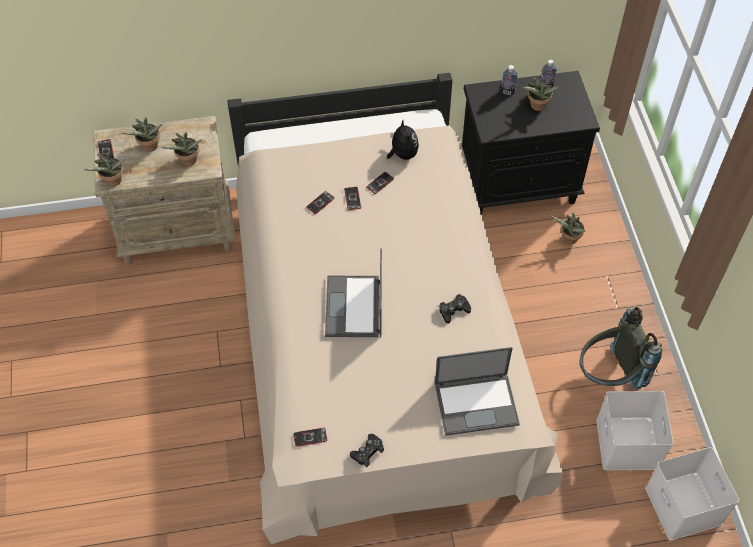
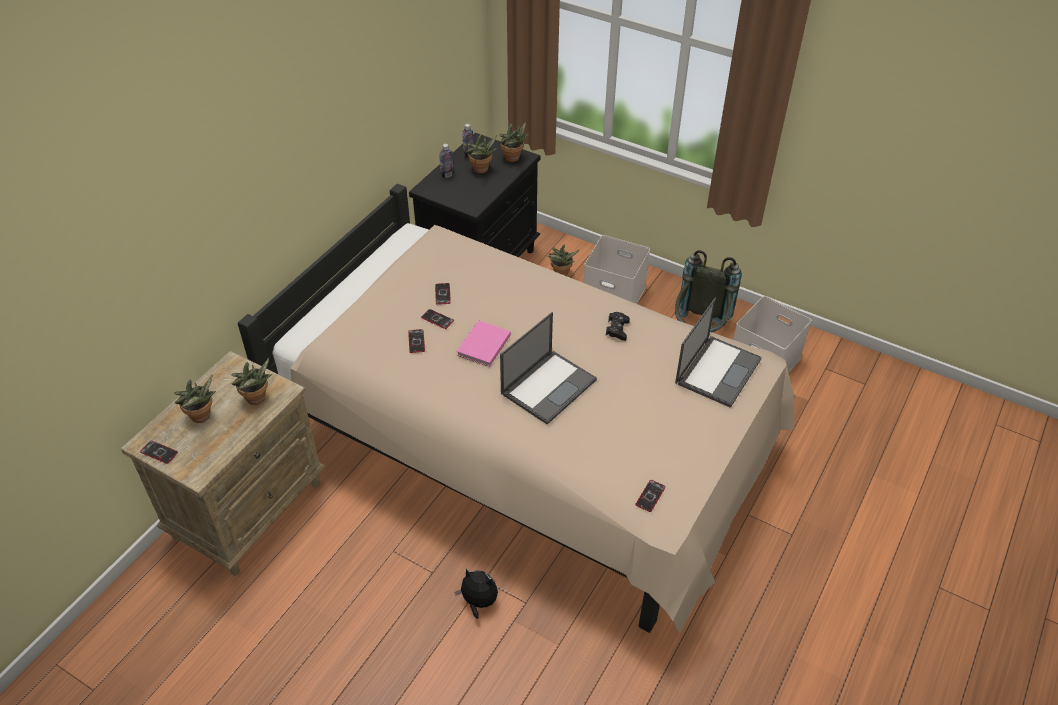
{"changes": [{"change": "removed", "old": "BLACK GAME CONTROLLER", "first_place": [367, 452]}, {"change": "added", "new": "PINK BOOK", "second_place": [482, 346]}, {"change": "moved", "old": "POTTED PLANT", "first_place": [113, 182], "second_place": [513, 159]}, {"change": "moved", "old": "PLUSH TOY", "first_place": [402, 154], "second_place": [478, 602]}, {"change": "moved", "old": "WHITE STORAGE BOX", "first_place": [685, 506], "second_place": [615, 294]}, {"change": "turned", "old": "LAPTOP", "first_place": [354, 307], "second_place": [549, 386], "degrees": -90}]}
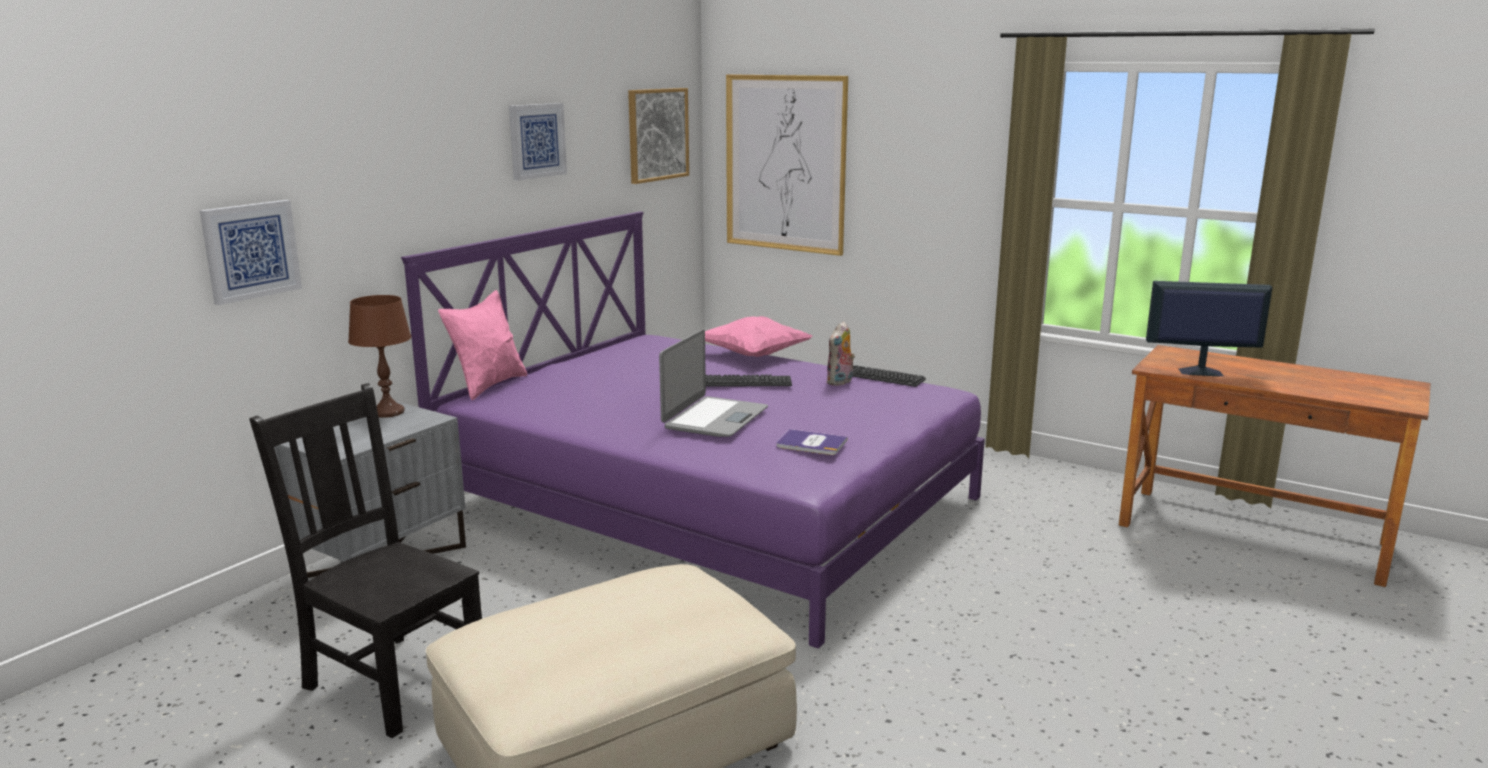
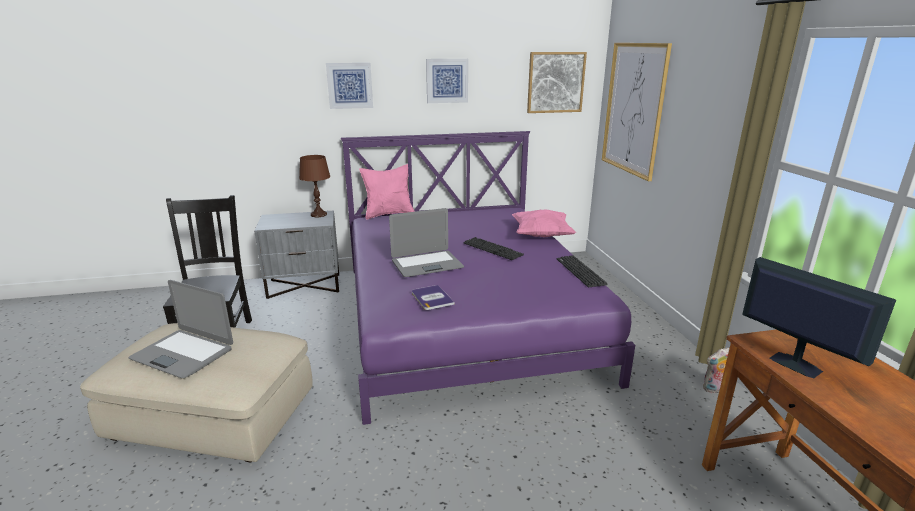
{"changes": [{"change": "added", "new": "LAPTOP", "second_place": [183, 353]}, {"change": "moved", "old": "PICTURE", "first_place": [251, 250], "second_place": [349, 85]}, {"change": "moved", "old": "PLUSH TOY", "first_place": [840, 382], "second_place": [714, 389]}]}
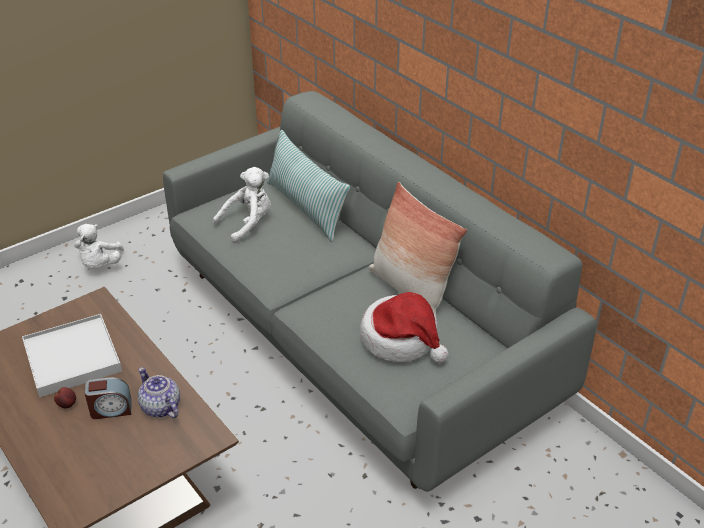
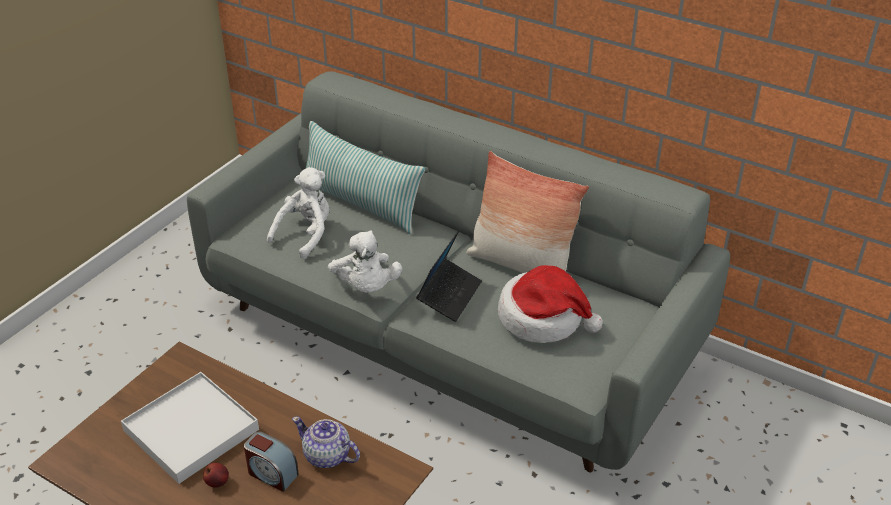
{"changes": [{"change": "added", "new": "LAPTOP", "second_place": [449, 295]}, {"change": "moved", "old": "WHITE PLUSH TOY", "first_place": [100, 265], "second_place": [366, 287]}, {"change": "turned", "old": "ALARM CLOCK", "first_place": [111, 409], "second_place": [272, 474], "degrees": 60}]}
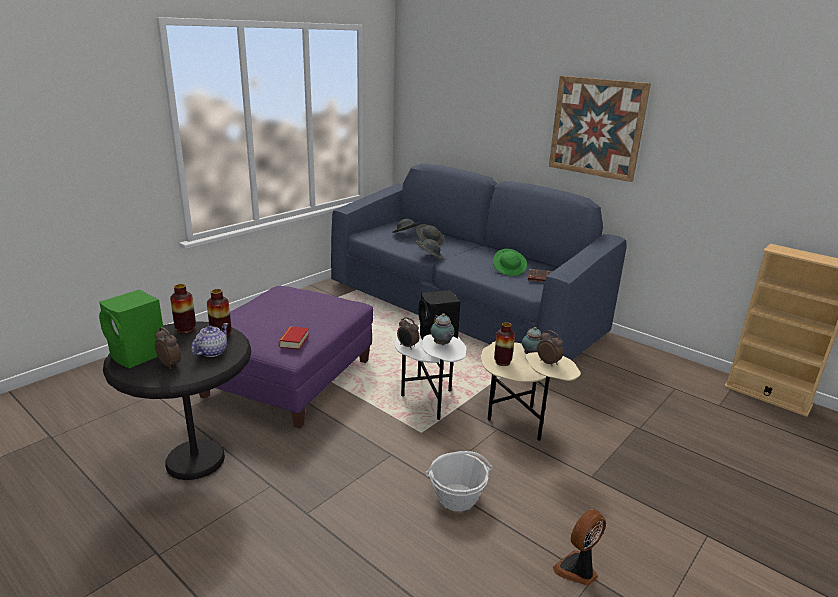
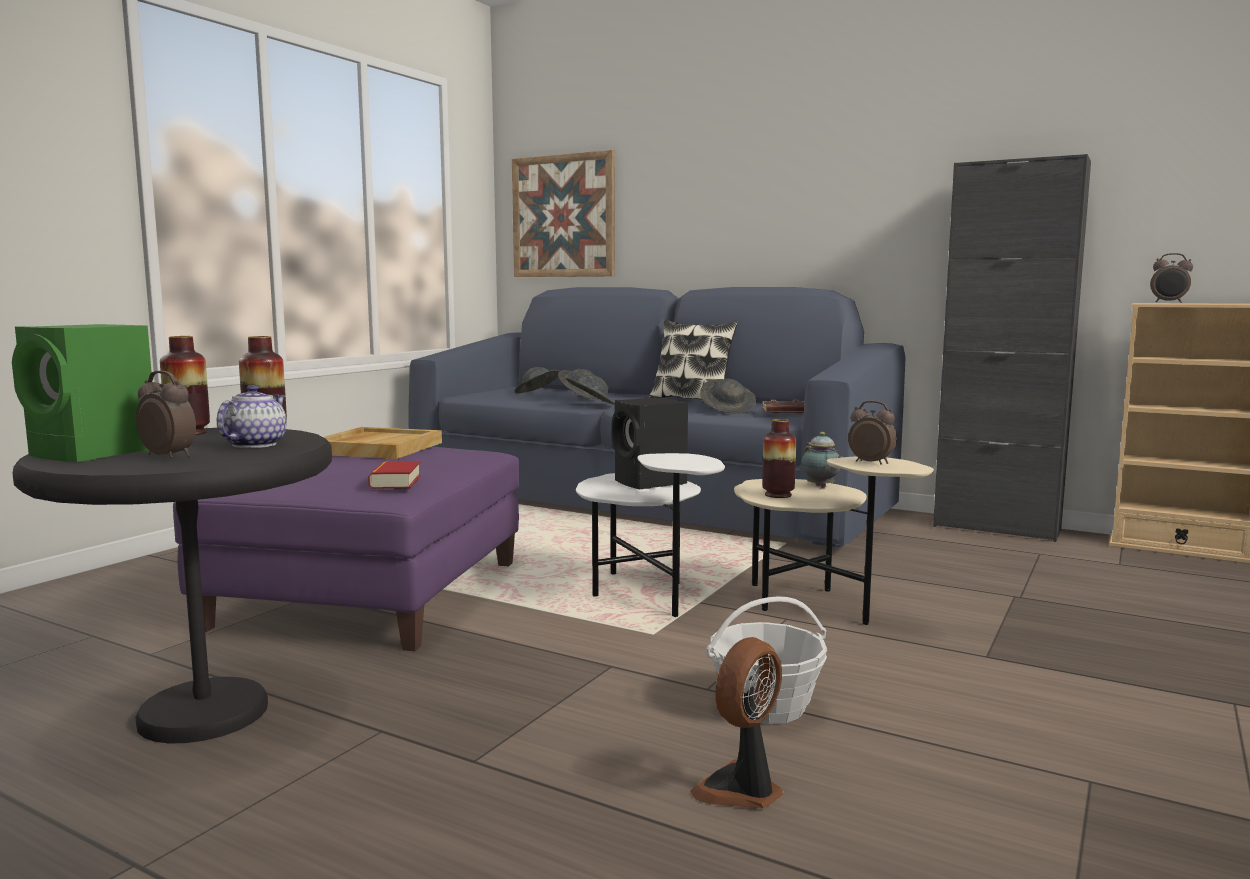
{"changes": [{"change": "removed", "old": "TEAPOT", "first_place": [442, 344]}, {"change": "added", "new": "BEIGE TRAY", "second_place": [377, 448]}, {"change": "added", "new": "PILLOW", "second_place": [692, 400]}, {"change": "added", "new": "BLACK CABINET", "second_place": [996, 528]}, {"change": "moved", "old": "ALARM CLOCK", "first_place": [407, 346], "second_place": [1168, 302]}, {"change": "moved", "old": "PICTURE", "first_place": [596, 127], "second_place": [563, 216]}, {"change": "moved", "old": "FAN", "first_place": [578, 570], "second_place": [742, 790]}, {"change": "recoloured", "old": "GREEN HAT", "new": "GREY HAT", "first_place": [509, 270], "second_place": [728, 410]}]}
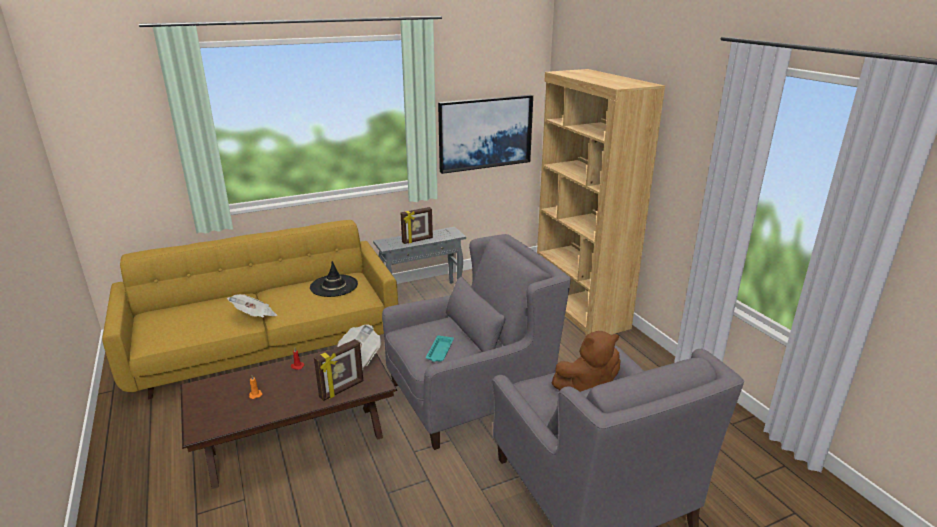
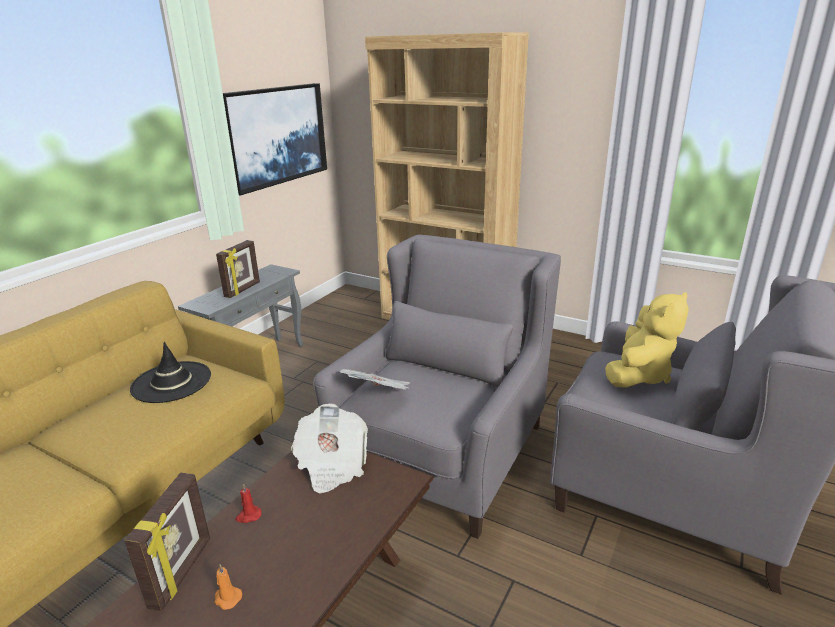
{"changes": [{"change": "removed", "old": "TURQUOISE TRAY", "first_place": [439, 351]}, {"change": "moved", "old": "NEWSPAPER", "first_place": [255, 316], "second_place": [379, 395]}, {"change": "moved", "old": "PICTURE FRAME", "first_place": [342, 390], "second_place": [182, 572]}, {"change": "recoloured", "old": "BROWN PLUSH TOY", "new": "YELLOW PLUSH TOY", "first_place": [587, 388], "second_place": [639, 375]}]}
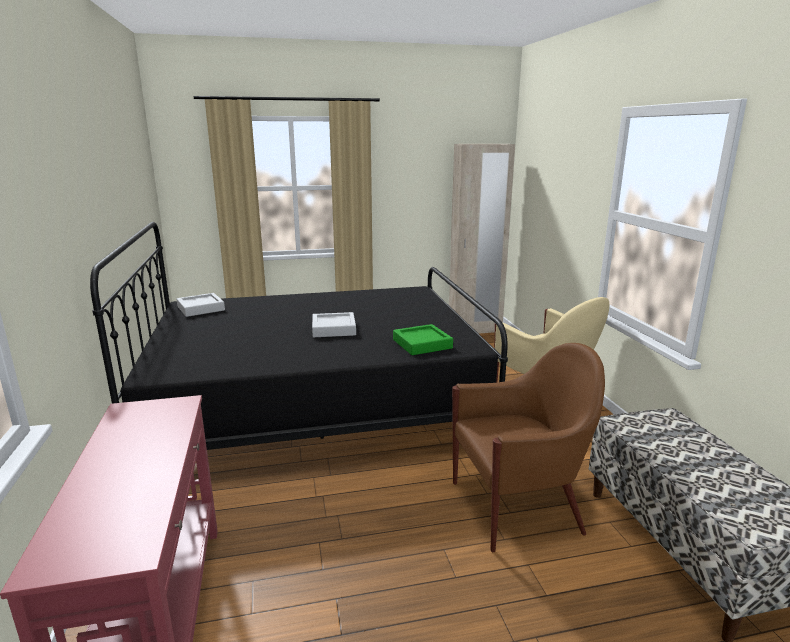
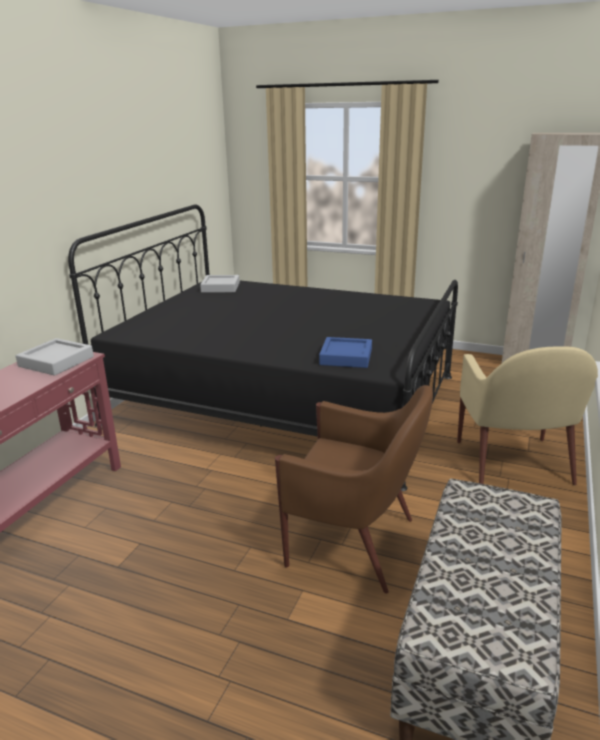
{"changes": [{"change": "moved", "old": "GREY TRAY", "first_place": [334, 329], "second_place": [56, 361]}, {"change": "recoloured", "old": "GREEN TRAY", "new": "BLUE TRAY", "first_place": [422, 344], "second_place": [346, 357]}]}
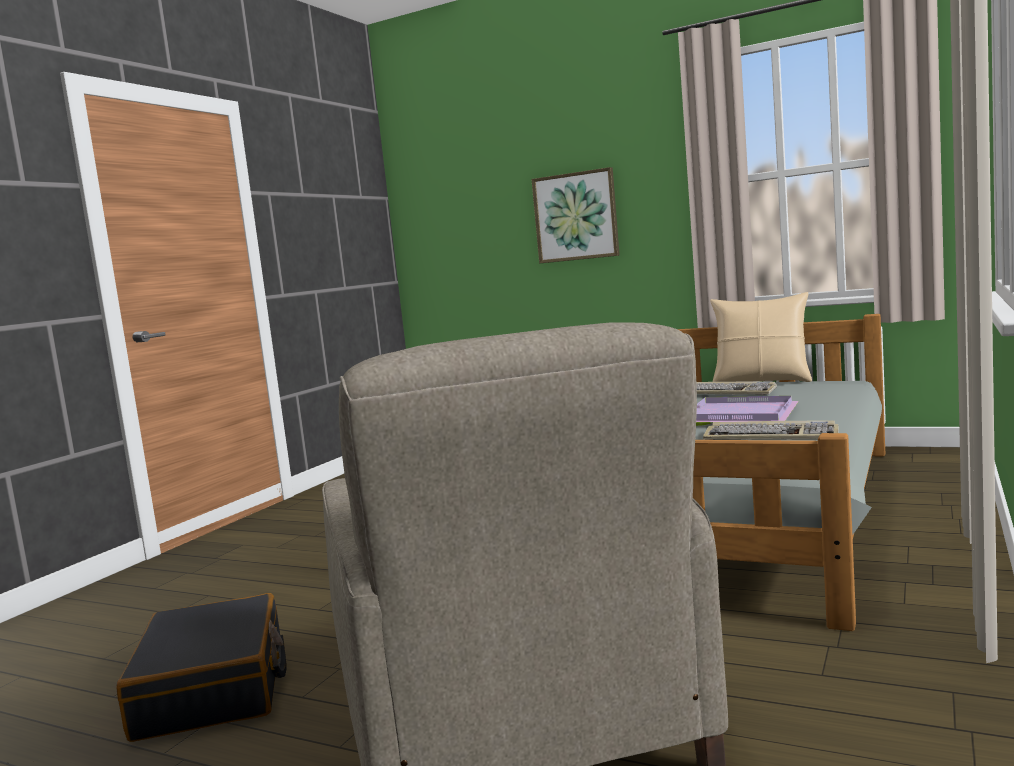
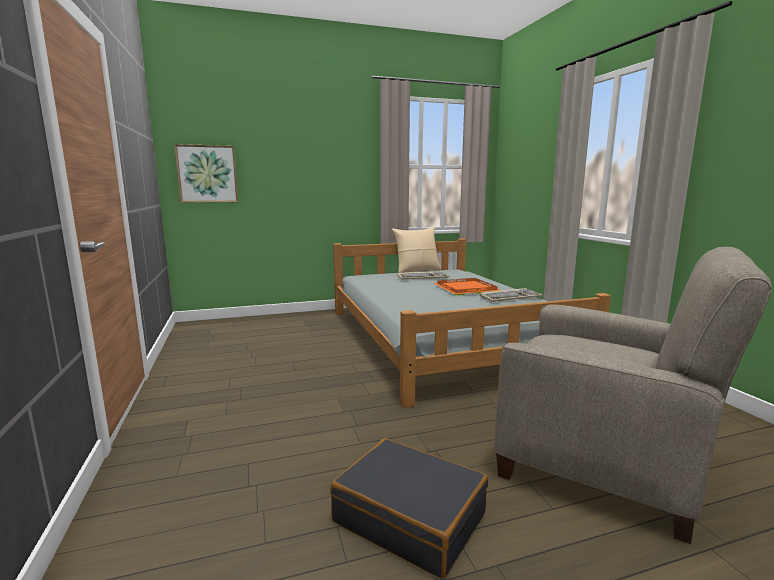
{"changes": [{"change": "moved", "old": "PICTURE", "first_place": [576, 216], "second_place": [207, 174]}, {"change": "recoloured", "old": "PURPLE TRAY", "new": "ORANGE TRAY", "first_place": [737, 416], "second_place": [465, 289]}]}
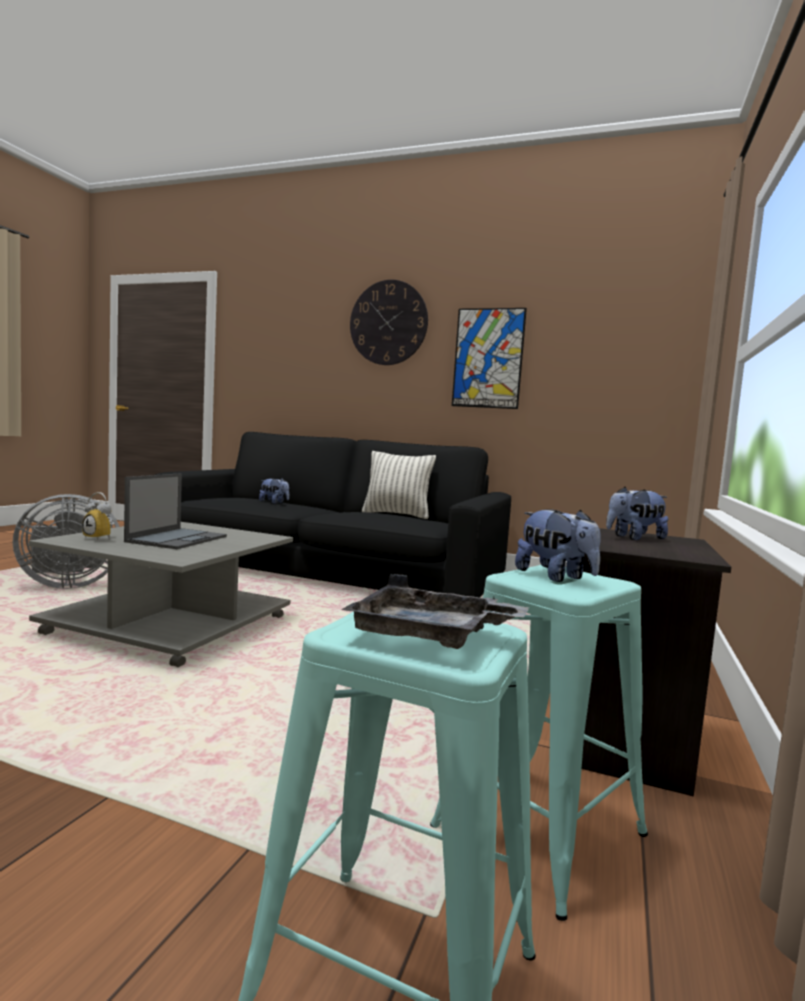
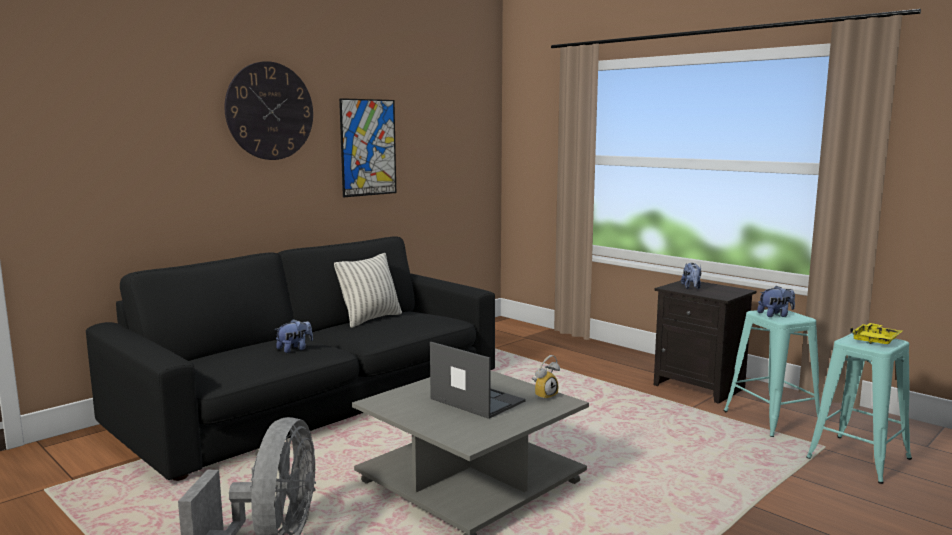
{"changes": [{"change": "moved", "old": "ALARM CLOCK", "first_place": [101, 538], "second_place": [544, 396]}, {"change": "recoloured", "old": "GREY TRAY", "new": "YELLOW TRAY", "first_place": [430, 635], "second_place": [875, 340]}]}
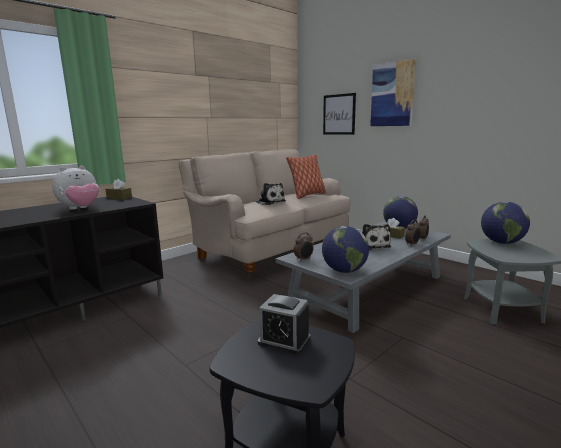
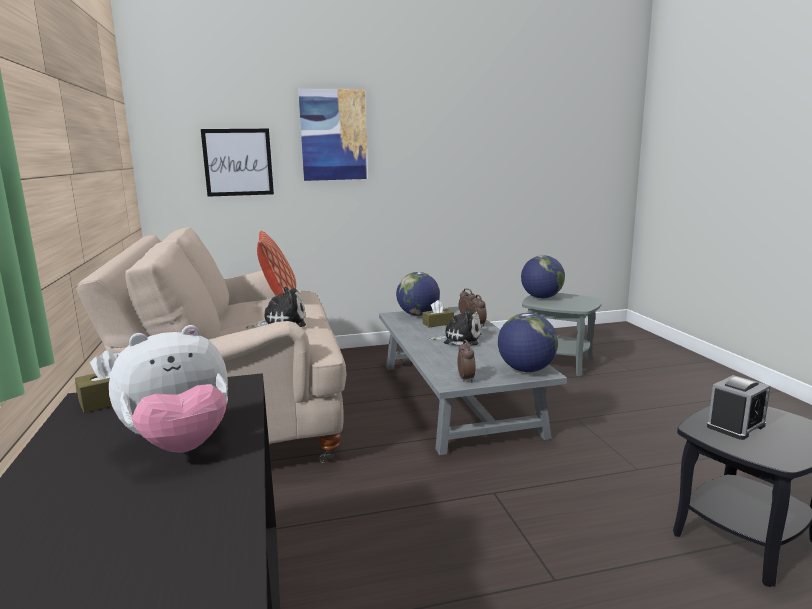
{"changes": [{"change": "turned", "old": "PLUSH TOY", "first_place": [80, 209], "second_place": [180, 445], "degrees": 75}]}
